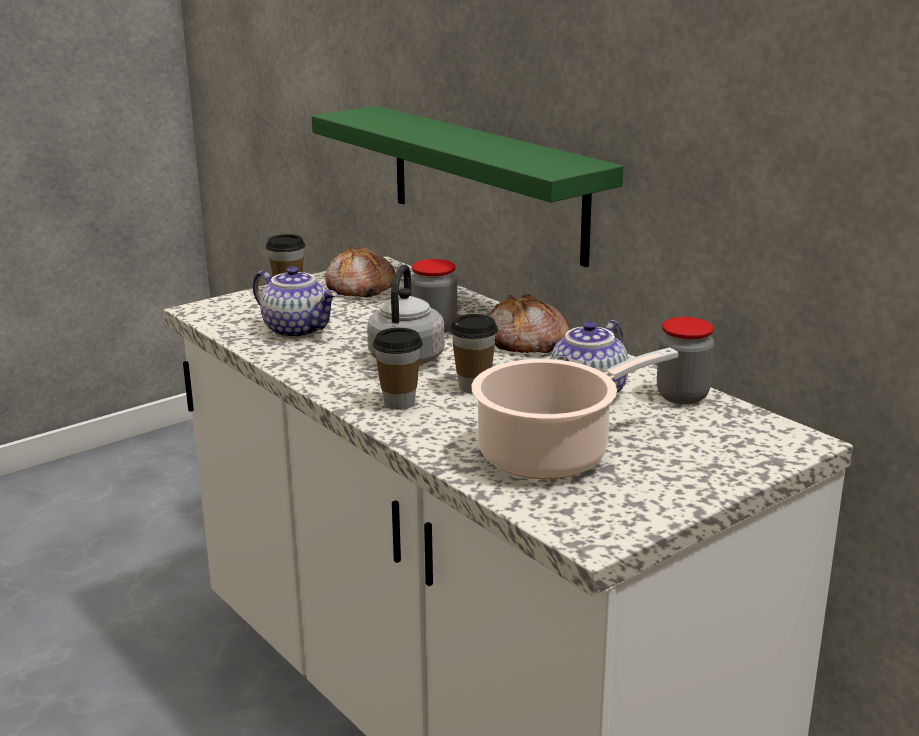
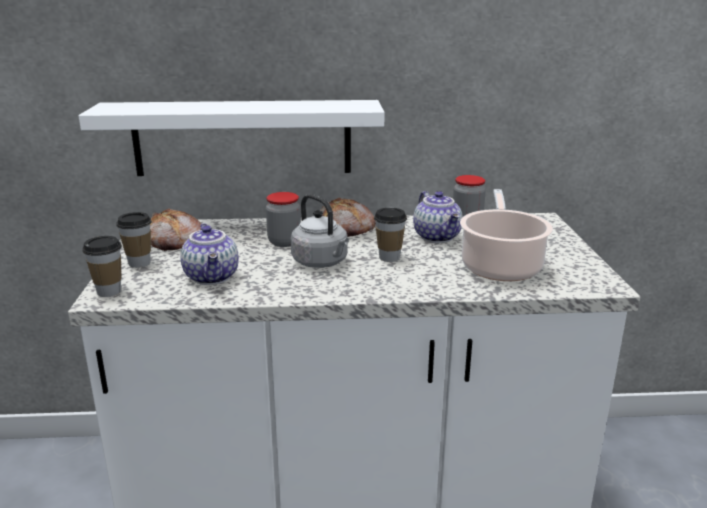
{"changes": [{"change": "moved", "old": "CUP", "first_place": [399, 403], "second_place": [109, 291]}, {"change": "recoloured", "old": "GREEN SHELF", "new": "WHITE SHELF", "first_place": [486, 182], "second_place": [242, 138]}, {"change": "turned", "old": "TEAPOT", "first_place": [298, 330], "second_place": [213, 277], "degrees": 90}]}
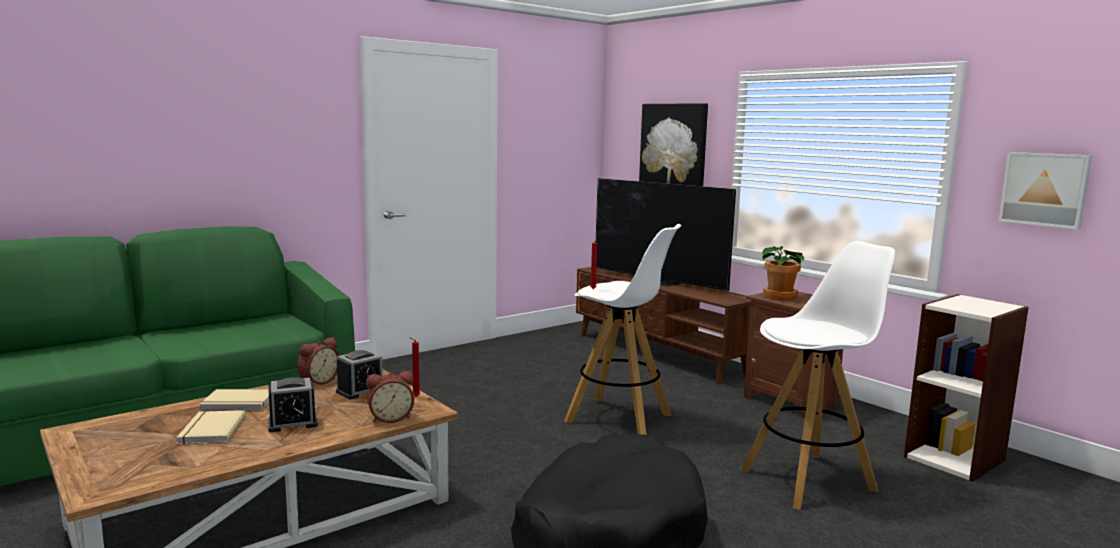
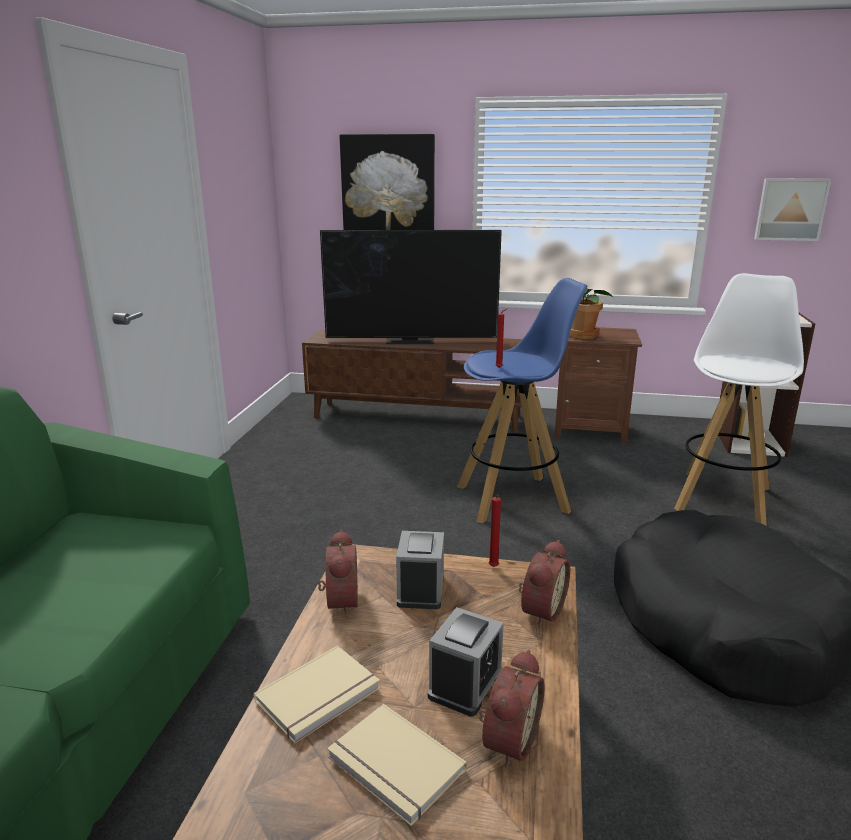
{"changes": [{"change": "added", "new": "ALARM CLOCK", "second_place": [507, 740]}, {"change": "recoloured", "old": "WHITE STOOL", "new": "BLUE STOOL", "first_place": [620, 418], "second_place": [513, 498]}]}
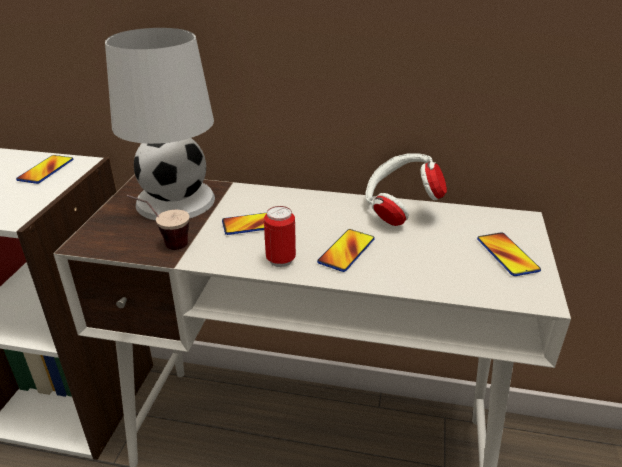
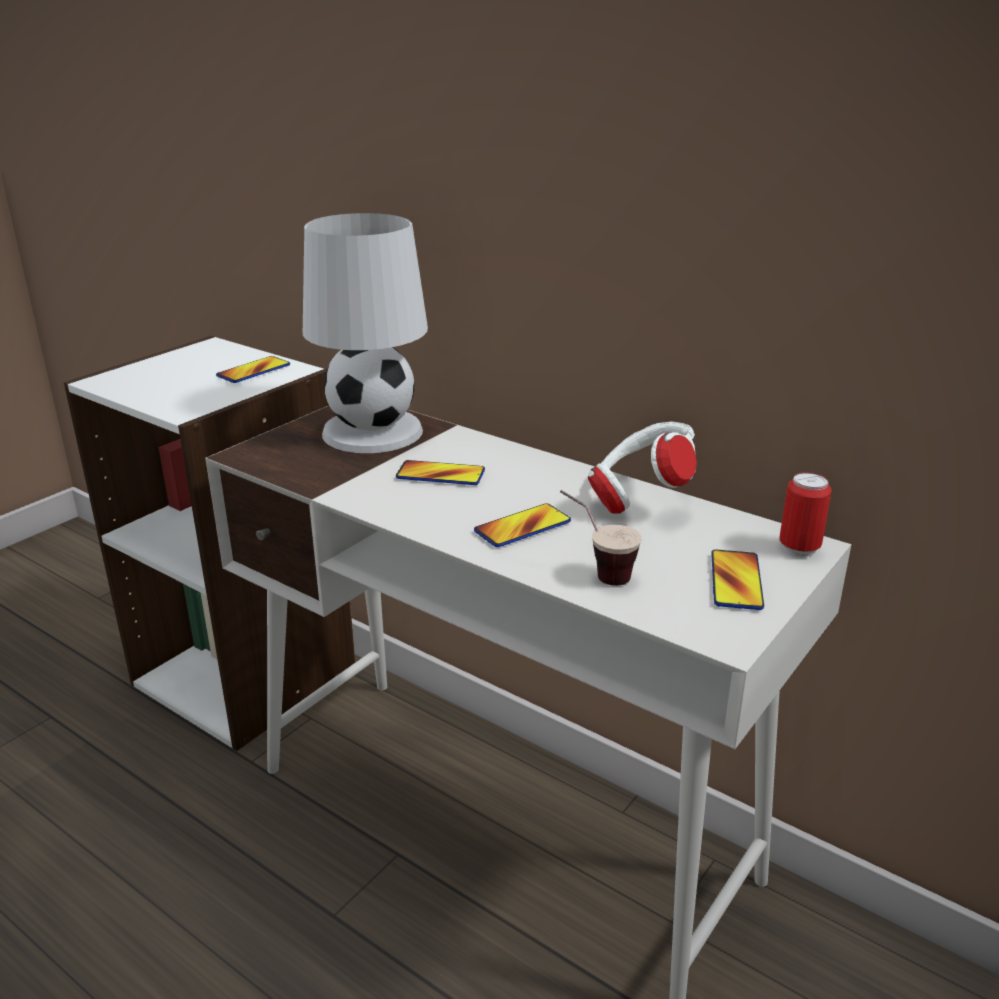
{"changes": [{"change": "moved", "old": "CUP", "first_place": [164, 243], "second_place": [596, 572]}, {"change": "moved", "old": "CAN", "first_place": [280, 260], "second_place": [799, 548]}]}
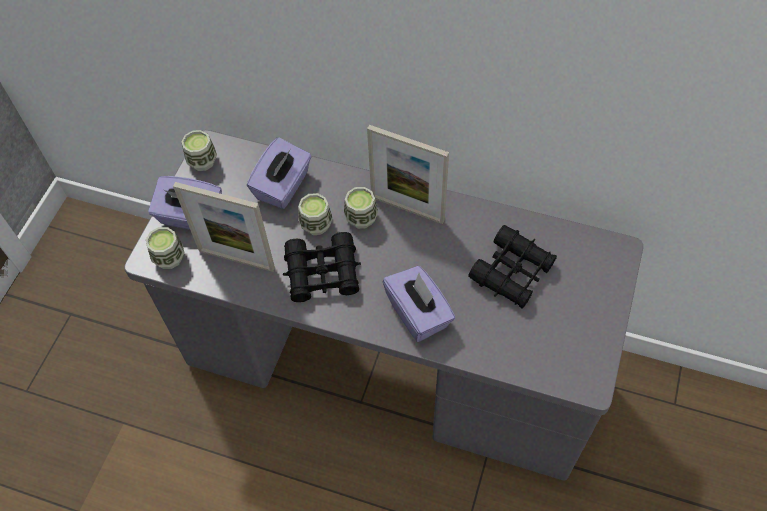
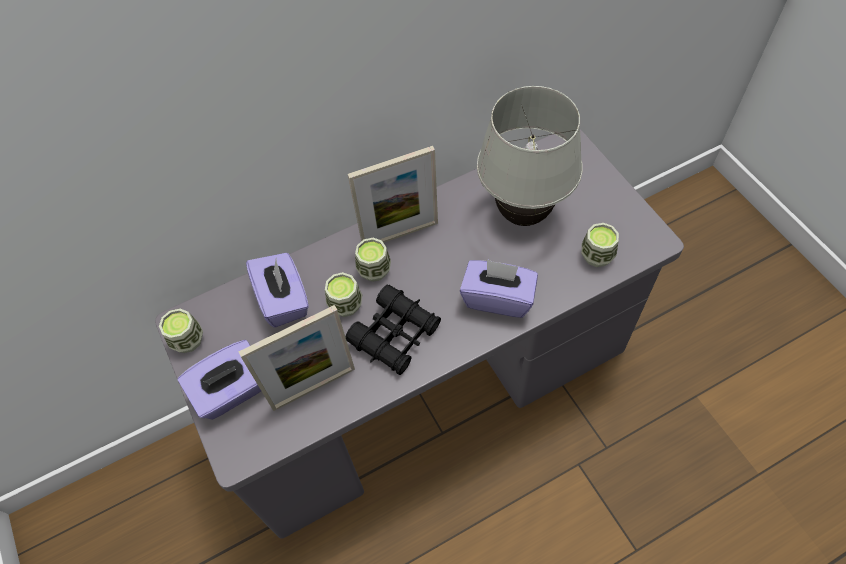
{"changes": [{"change": "moved", "old": "CUP", "first_place": [169, 258], "second_place": [597, 255]}, {"change": "replaced", "old": "BLACK BINOCULARS", "new": "WHITE TABLE LAMP", "first_place": [512, 272], "second_place": [523, 214]}]}
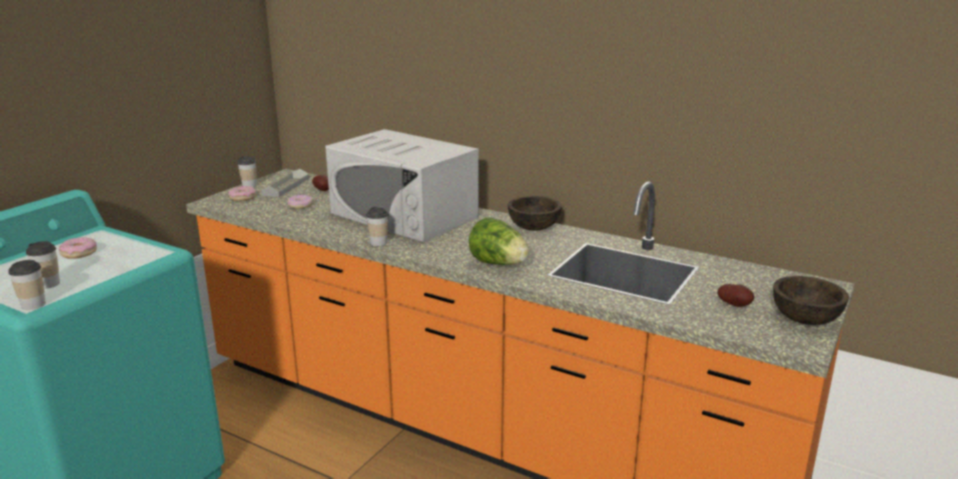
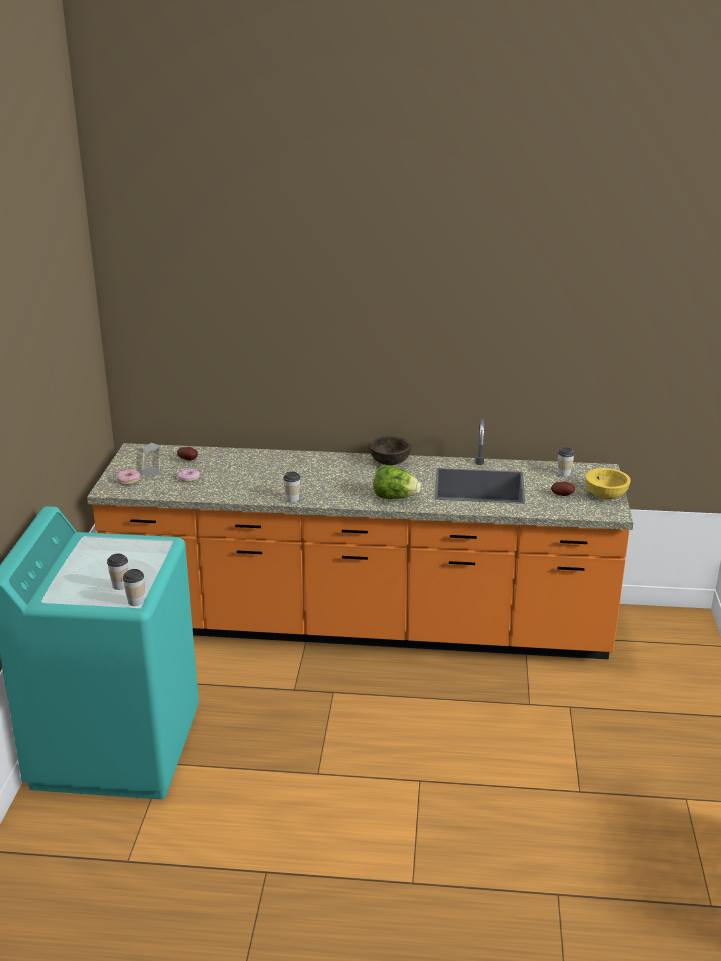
{"changes": [{"change": "removed", "old": "DONUT", "first_place": [79, 253]}, {"change": "removed", "old": "WHITE MICROWAVE", "first_place": [404, 215]}, {"change": "moved", "old": "CUP", "first_place": [249, 186], "second_place": [564, 473]}, {"change": "recoloured", "old": "BROWN BOWL", "new": "YELLOW BOWL", "first_place": [805, 319], "second_place": [605, 495]}]}
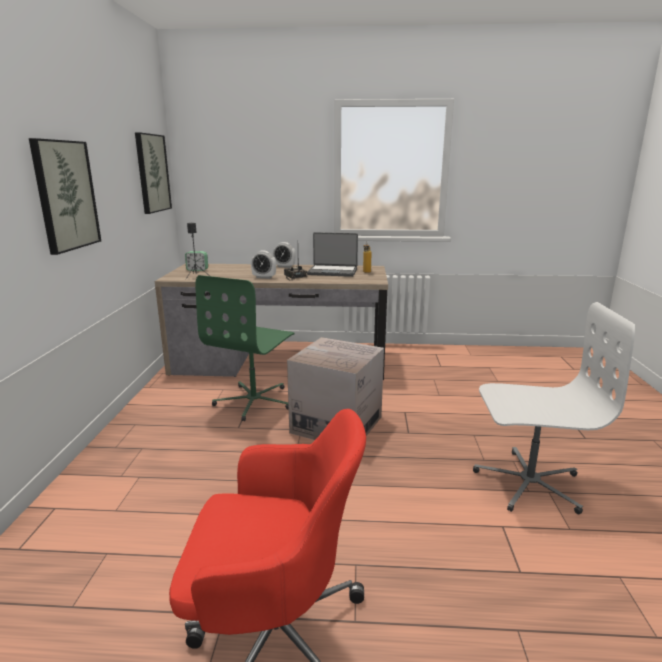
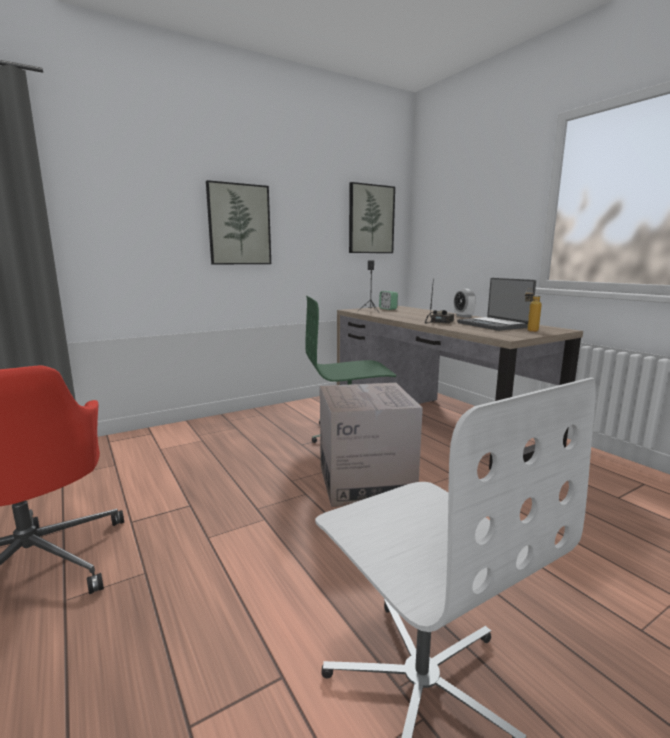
{"changes": [{"change": "removed", "old": "ALARM CLOCK", "first_place": [264, 277]}]}
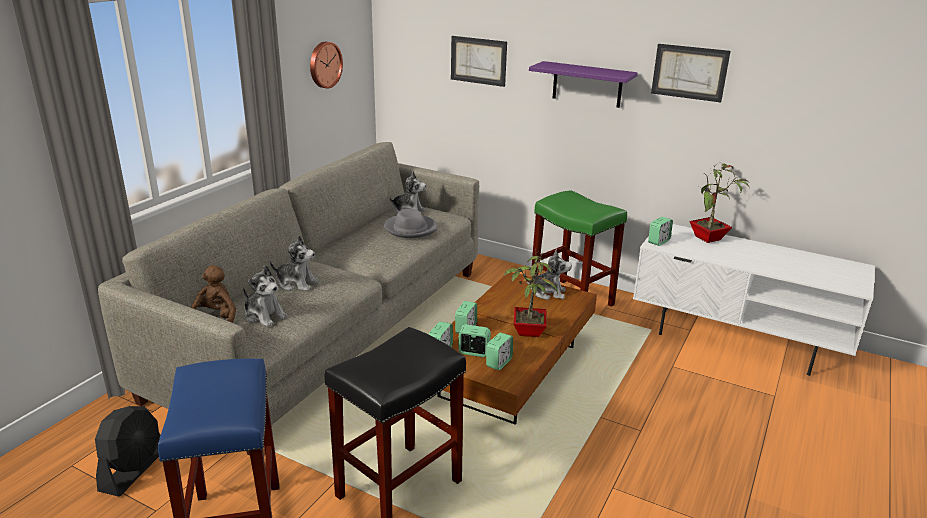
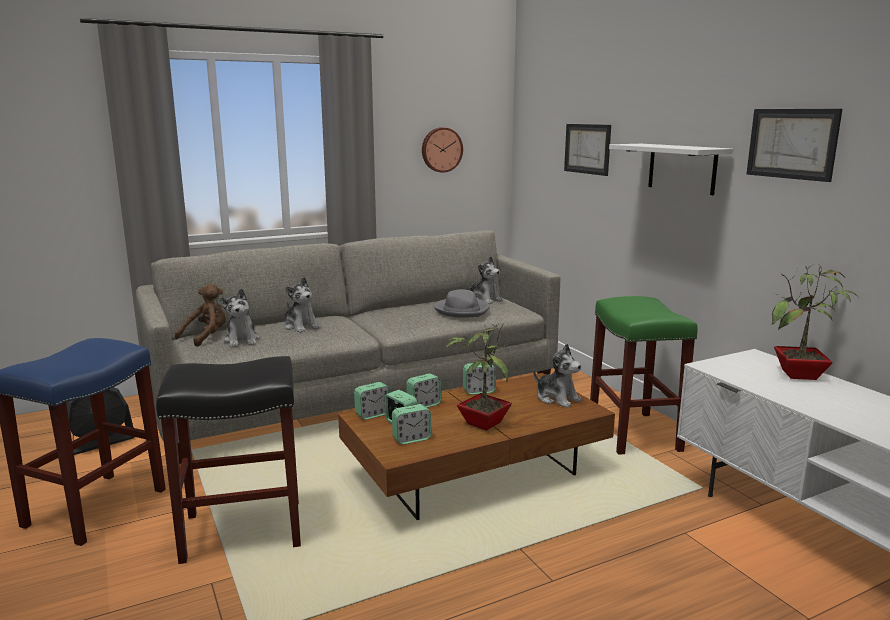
{"changes": [{"change": "moved", "old": "ALARM CLOCK", "first_place": [658, 241], "second_place": [479, 391]}, {"change": "recoloured", "old": "PURPLE SHELF", "new": "WHITE SHELF", "first_place": [587, 84], "second_place": [682, 168]}]}
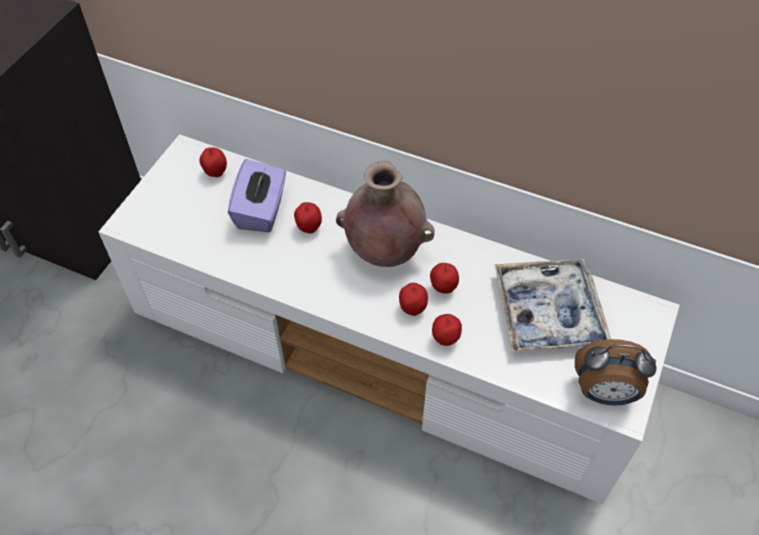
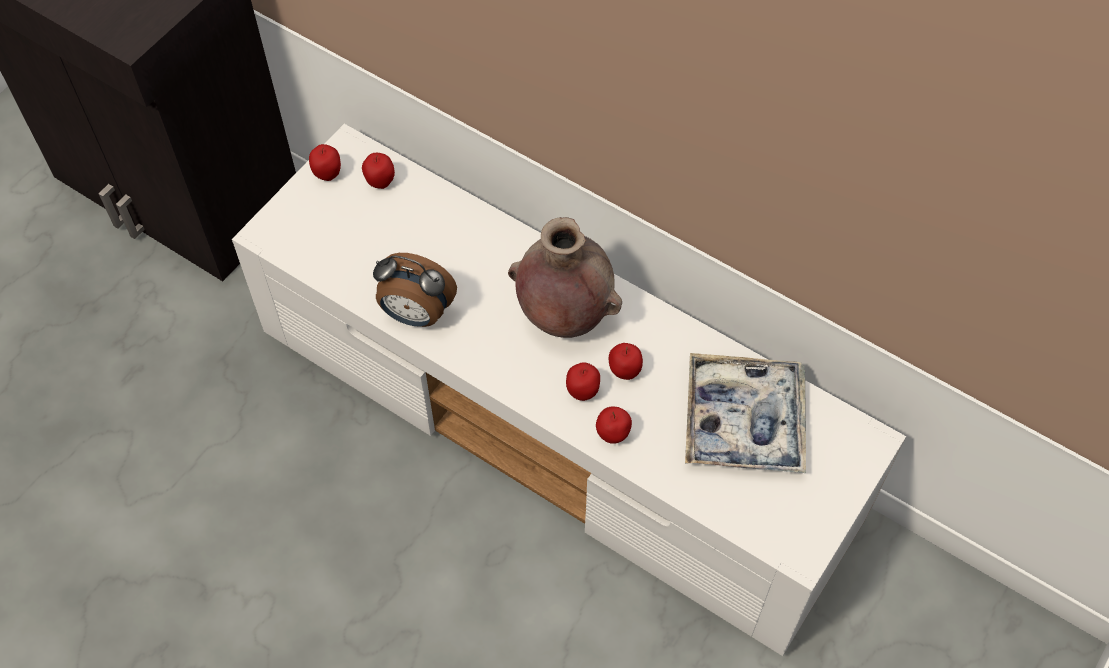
{"changes": [{"change": "removed", "old": "PURPLE TISSUE BOX", "first_place": [261, 210]}, {"change": "moved", "old": "APPLE", "first_place": [309, 228], "second_place": [327, 174]}, {"change": "moved", "old": "ALARM CLOCK", "first_place": [604, 393], "second_place": [416, 314]}]}
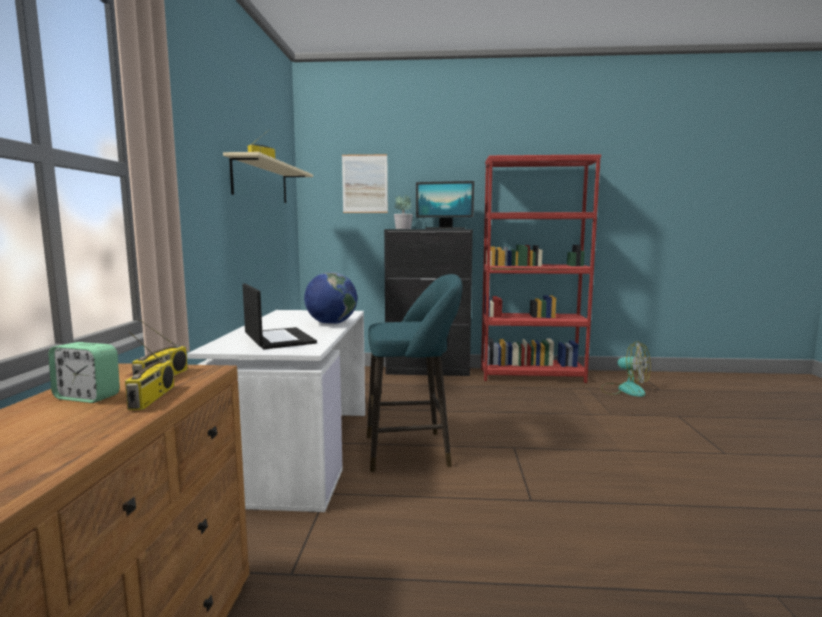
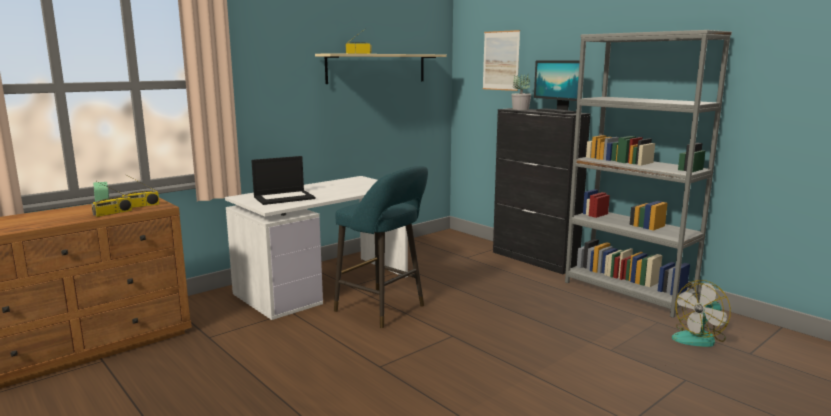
{"changes": [{"change": "removed", "old": "GLOBE", "first_place": [331, 323]}, {"change": "recoloured", "old": "RED BOOKCASE", "new": "GREY BOOKCASE", "first_place": [532, 375], "second_place": [628, 292]}, {"change": "turned", "old": "LAPTOP", "first_place": [278, 339], "second_place": [284, 197], "degrees": 45}, {"change": "turned", "old": "FAN", "first_place": [624, 389], "second_place": [699, 338], "degrees": 60}]}
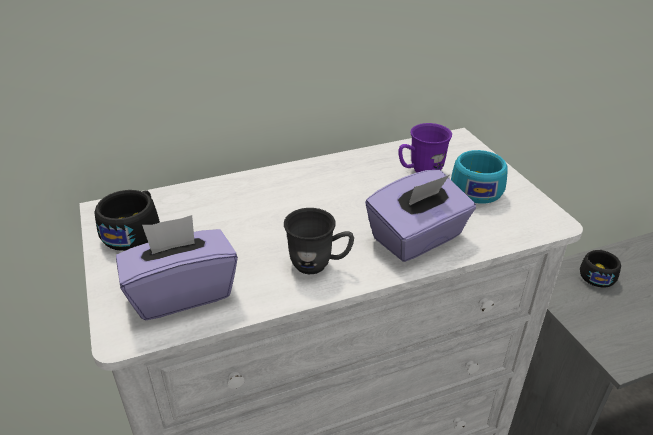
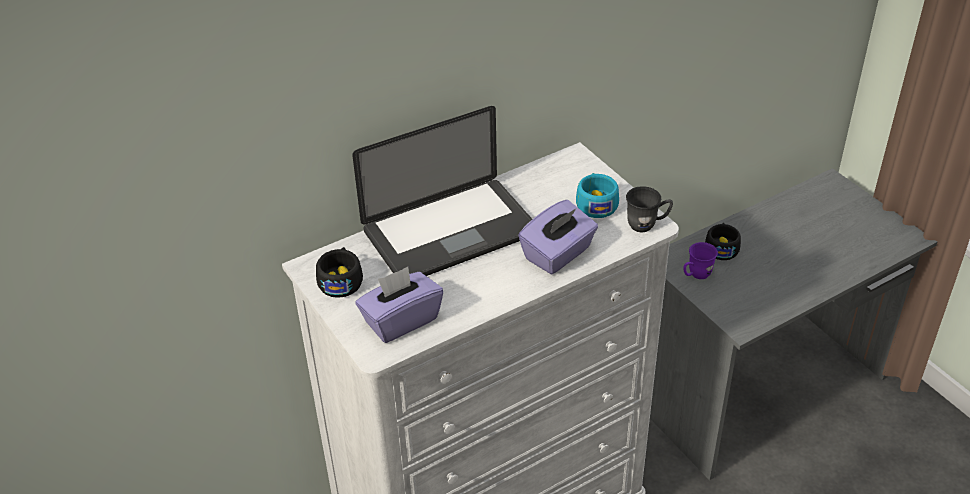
{"changes": [{"change": "added", "new": "LAPTOP", "second_place": [450, 232]}, {"change": "moved", "old": "GREY MUG", "first_place": [319, 264], "second_place": [647, 225]}, {"change": "moved", "old": "PURPLE MUG", "first_place": [420, 171], "second_place": [696, 275]}]}
